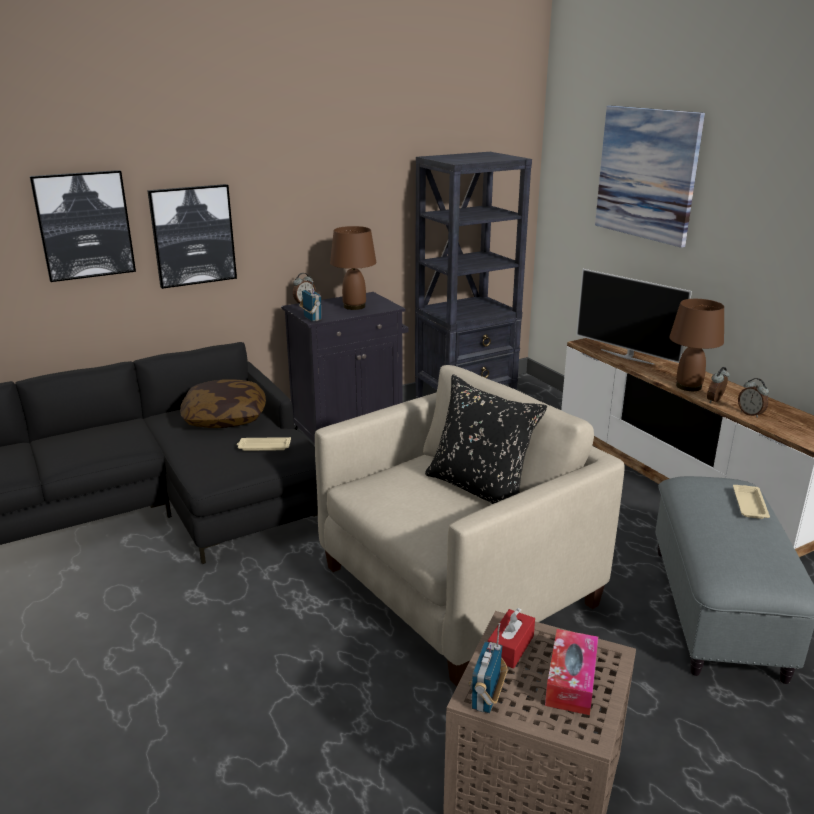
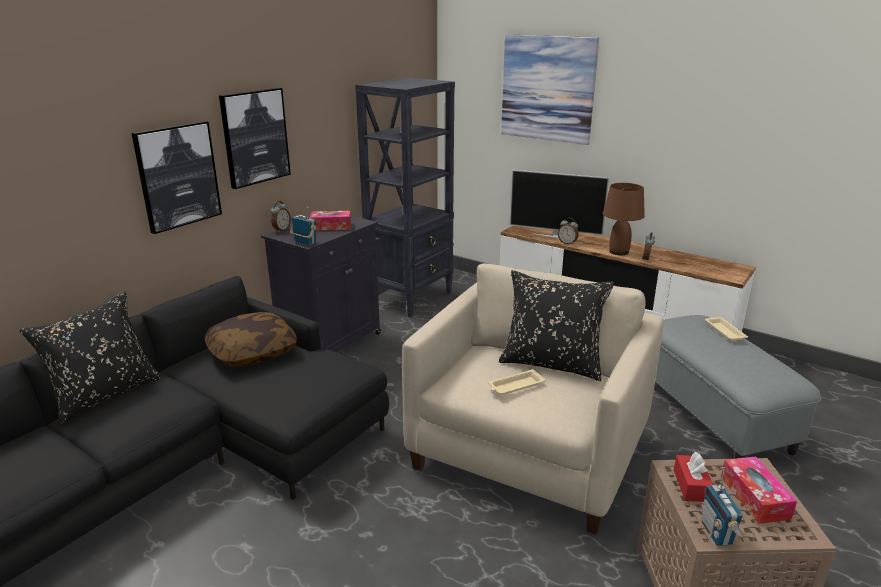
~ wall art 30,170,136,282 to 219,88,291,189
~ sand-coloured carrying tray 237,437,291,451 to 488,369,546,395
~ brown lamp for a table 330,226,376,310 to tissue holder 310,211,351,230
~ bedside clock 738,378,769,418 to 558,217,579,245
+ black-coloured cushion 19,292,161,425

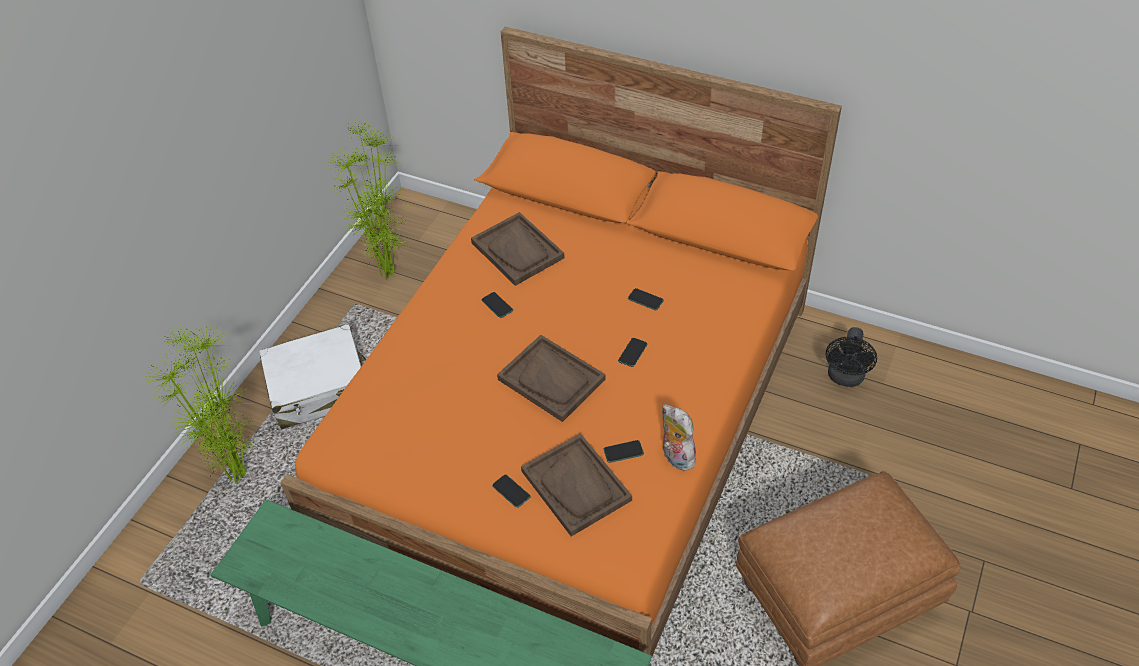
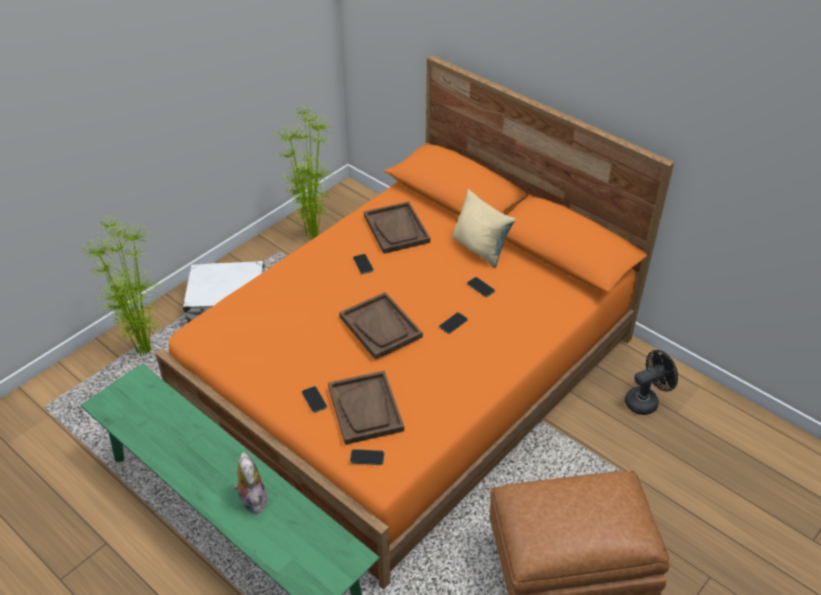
~ handset 604,440,644,463 to 350,449,384,465
~ cuddly toy 662,404,696,471 to 234,452,268,514
~ black-coloured fan 826,327,877,387 = 625,350,678,415 150 degrees counterclockwise
+ sand-coloured cushion 453,189,516,268

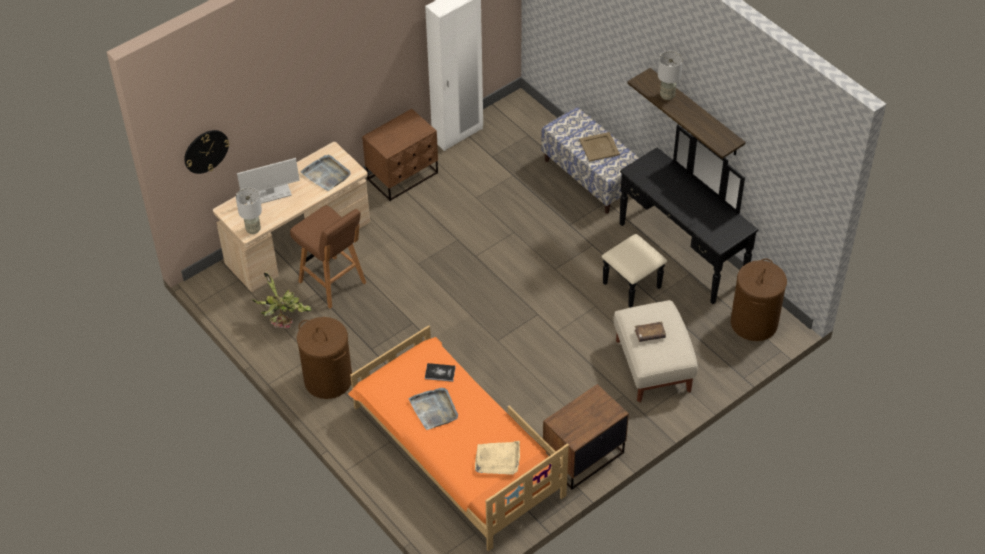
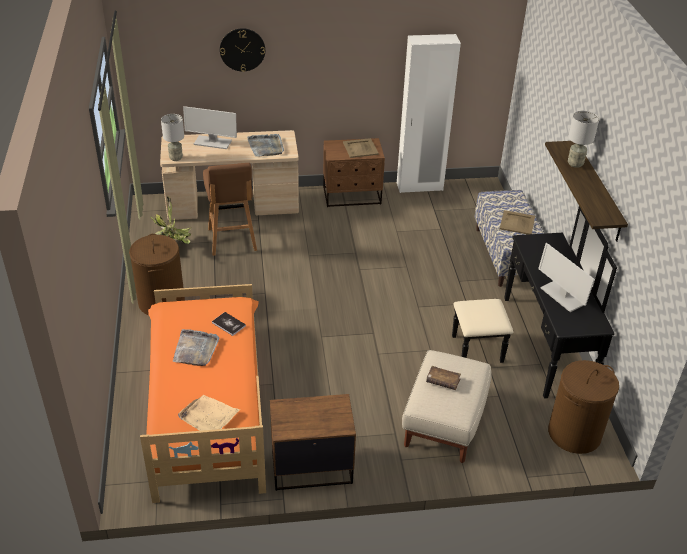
~ clock on the wall 184,130,229,174 to 220,28,265,72
+ sand-coloured carrying tray 343,138,379,158
+ computer screen 538,243,595,312

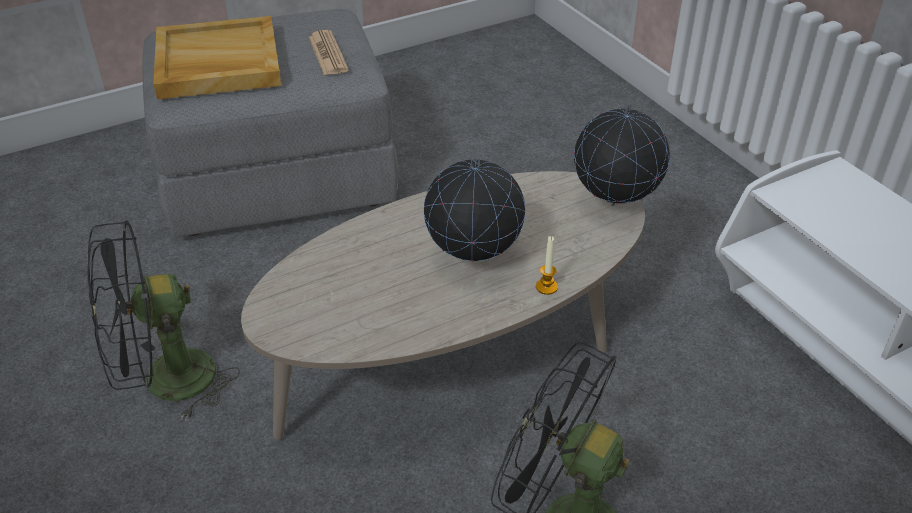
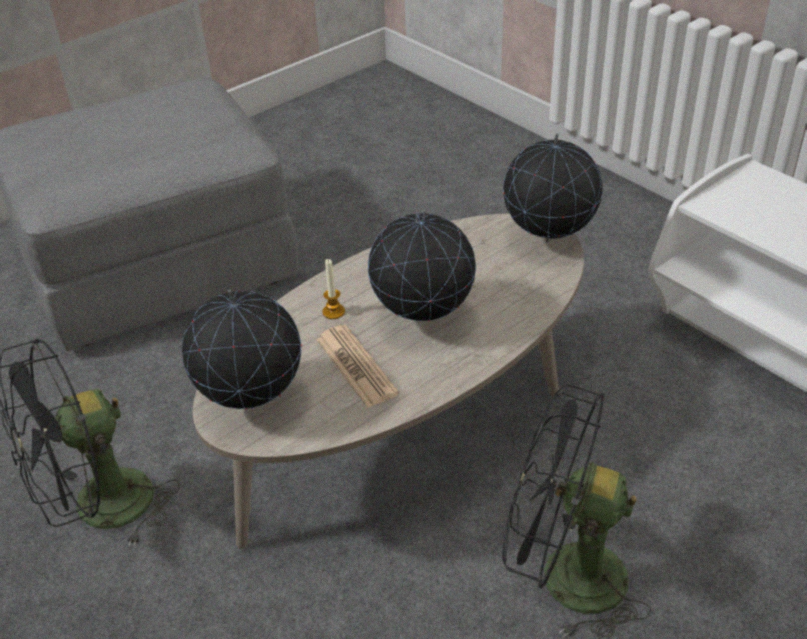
- sand-coloured carrying tray 153,16,281,99
~ printed paper 309,30,349,75 to 317,325,399,408
~ wax light 536,236,558,295 to 322,259,345,319
+ globe 182,290,302,409

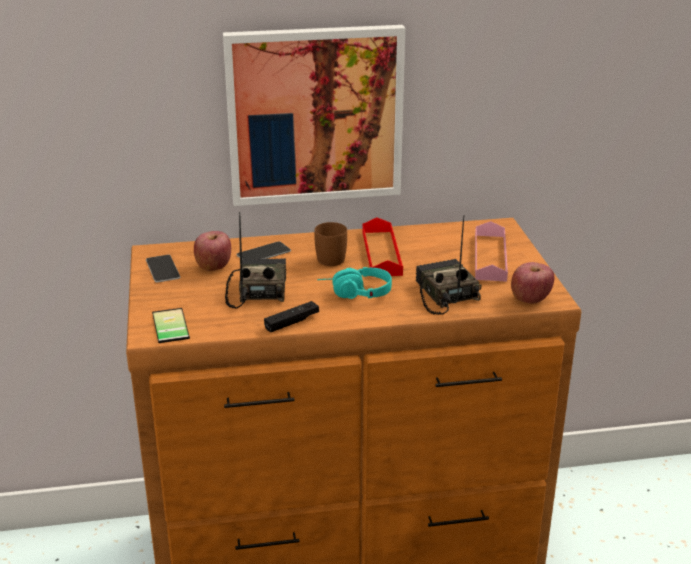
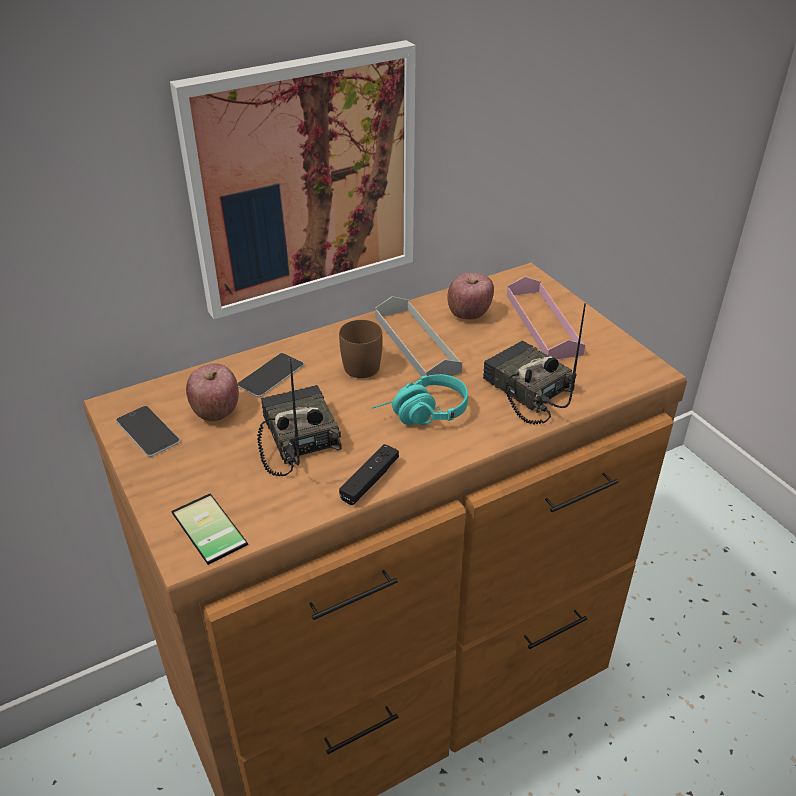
~ red-coloured carrying tray 362,217,403,277 to grey carrying tray 375,296,462,377
~ whole apple 511,262,554,304 to 447,273,494,320

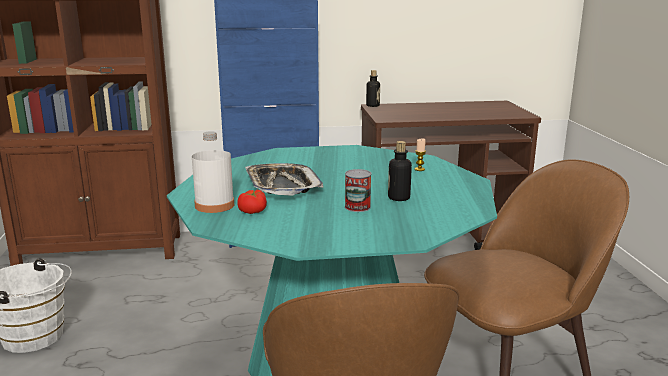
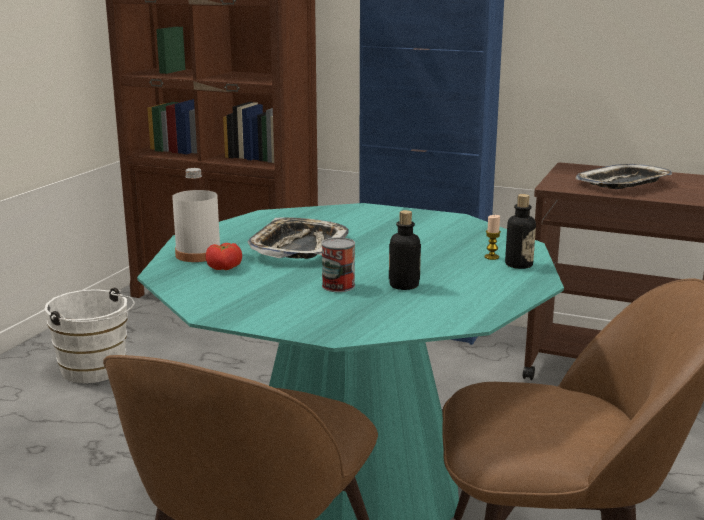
~ beverage bottle 366,70,380,107 to 505,194,536,269
+ carrying tray 576,164,672,189

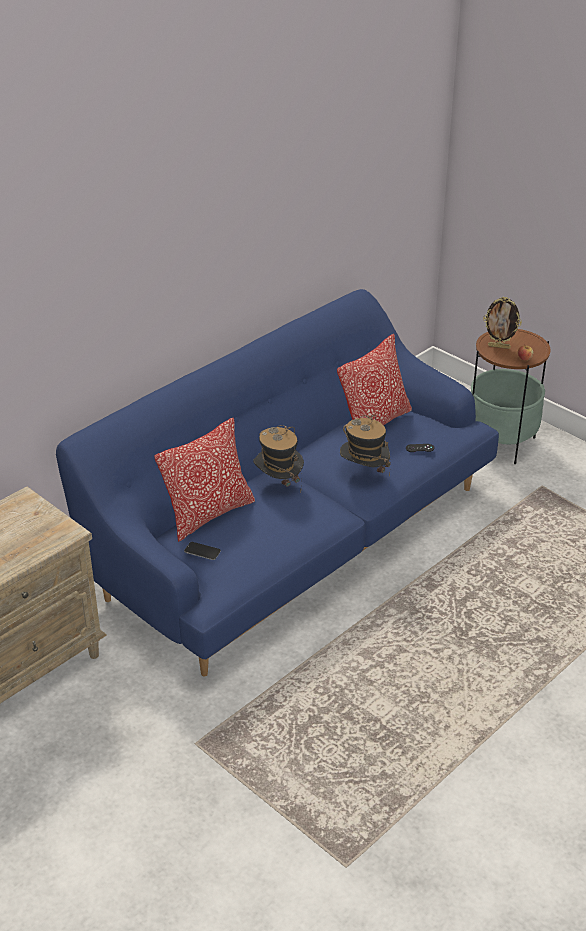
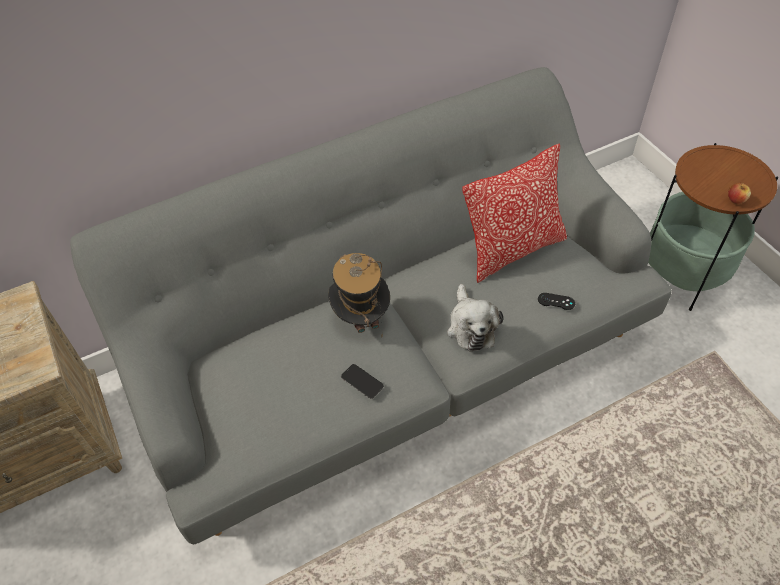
~ blue-coloured couch 56,289,499,677 to grey couch 70,67,672,544
- cushion 154,418,255,542
~ handset 184,542,221,560 to 341,364,384,399
~ hat 340,414,391,477 to cuddly toy 447,284,503,352
- standing frame 483,297,522,349

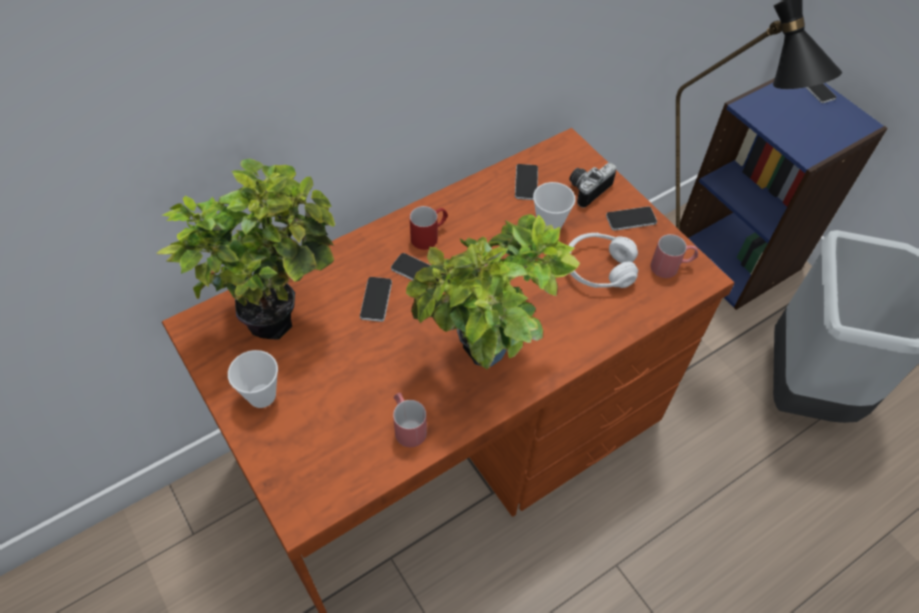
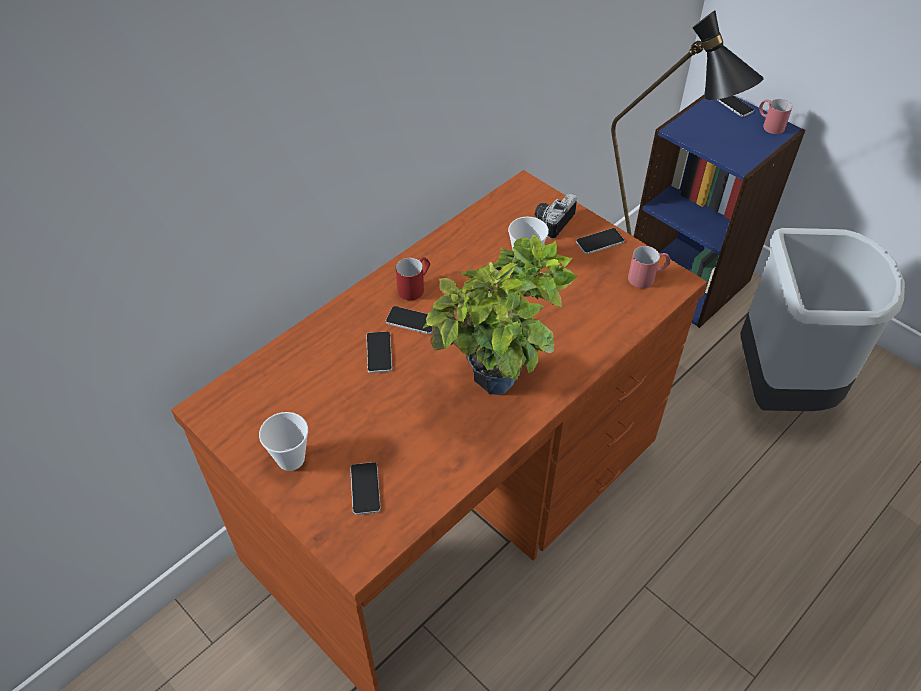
- potted plant 156,159,335,340
~ red-coloured coffee mug 393,393,427,447 to 759,99,792,134
~ handset 515,164,538,200 to 350,462,381,515
- white-coloured headset 568,232,638,288

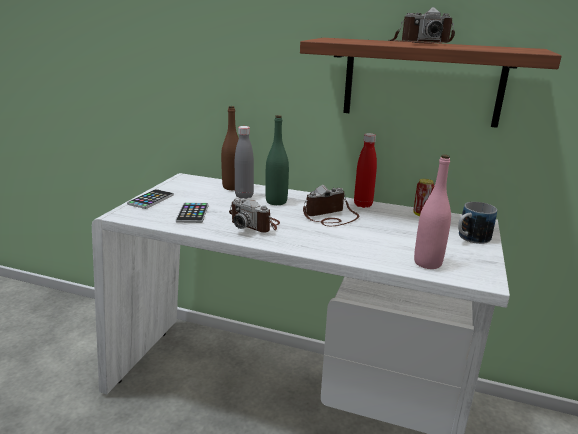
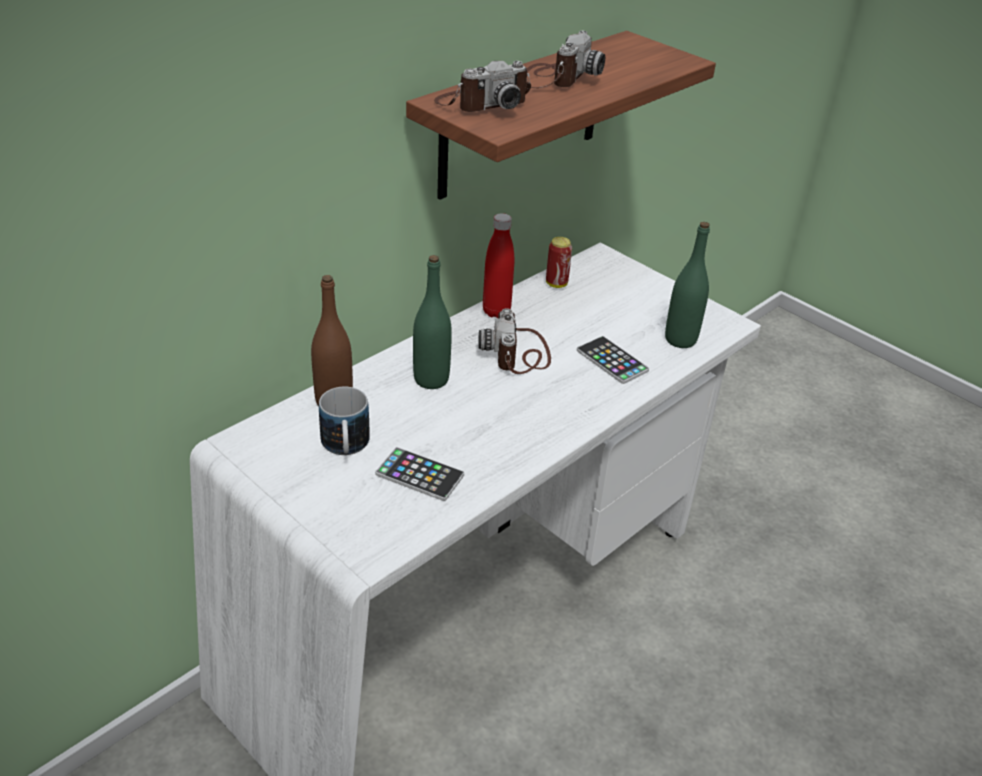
~ handset 127,189,174,209 to 577,336,649,384
~ still camera 229,198,280,233 to 434,61,531,112
- grey beverage bottle 235,126,254,199
~ pinkish beverage bottle 414,155,451,269 to green beverage bottle 665,222,710,348
~ coffee mug 458,202,497,244 to 319,387,370,455

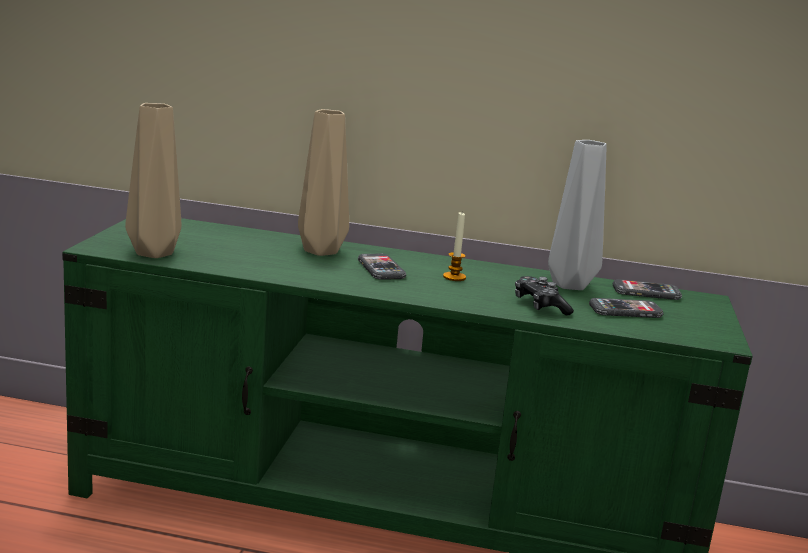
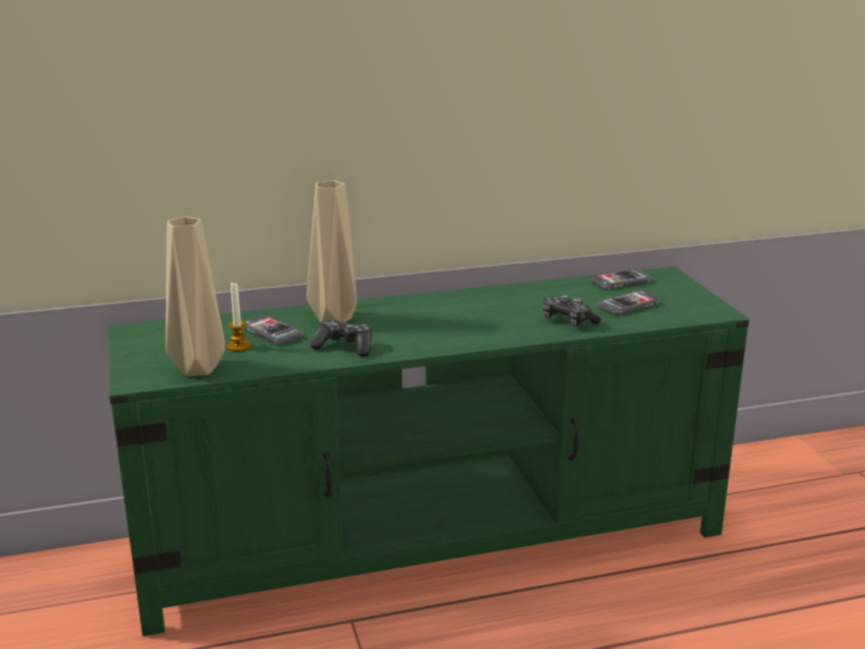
~ handset 358,254,406,280 to 242,315,303,345
~ wax light 443,212,466,281 to 227,283,251,351
- grey vase 548,140,606,290
+ game controller 310,320,372,356

